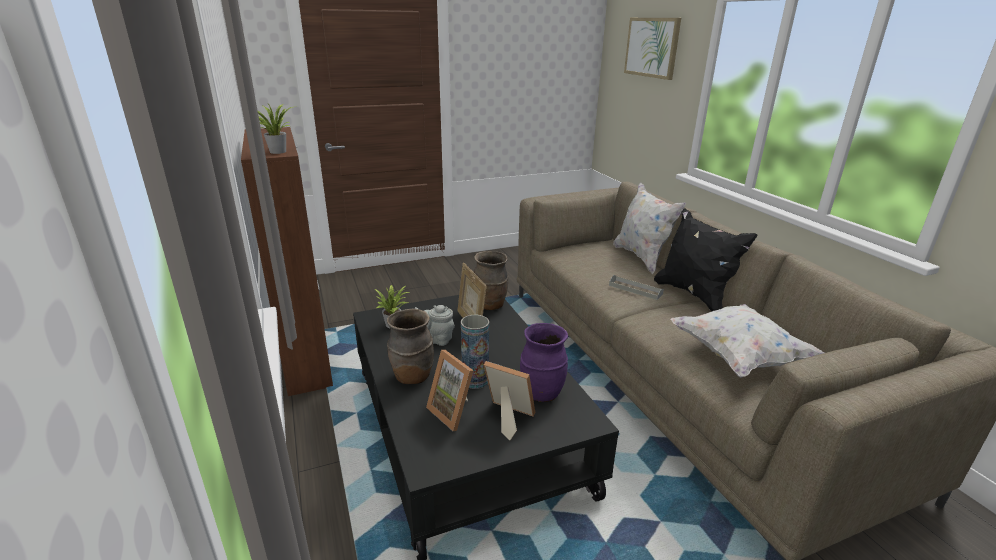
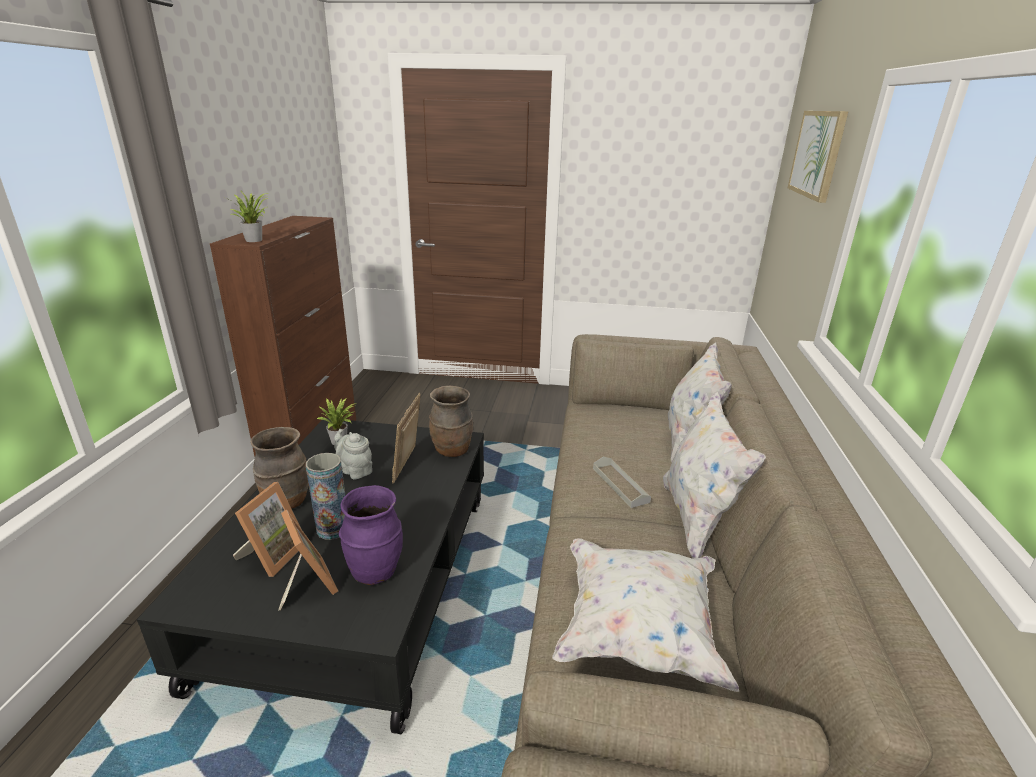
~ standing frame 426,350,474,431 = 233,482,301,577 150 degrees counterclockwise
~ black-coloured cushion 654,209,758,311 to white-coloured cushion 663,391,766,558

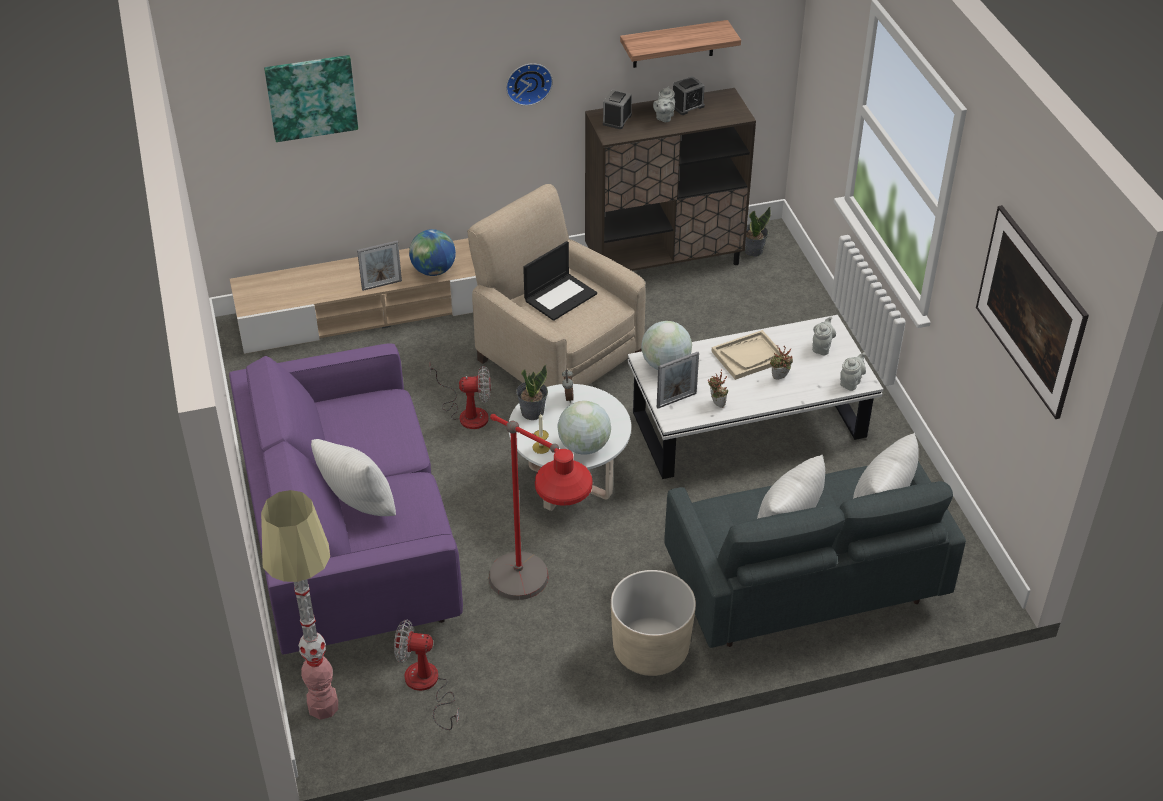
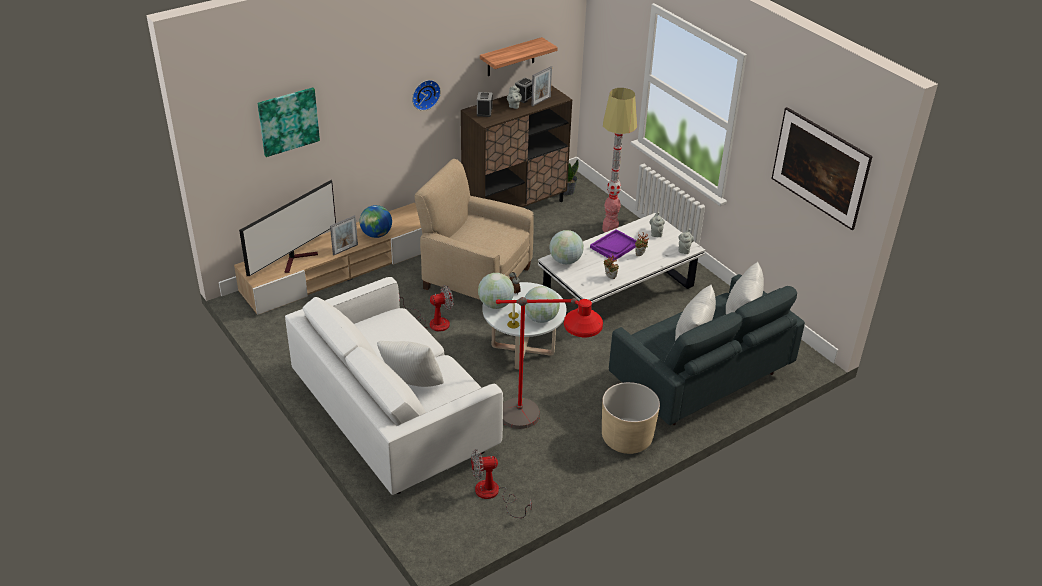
~ purplish couch 229,343,463,655 to white-coloured couch 285,277,503,495
~ floor lamp 261,490,338,720 to 602,88,637,232
~ potted plant 516,365,548,420 to globe 478,273,514,309
- laptop 523,241,597,321
~ standing frame 657,352,699,409 to 531,66,552,107
~ sand-coloured carrying tray 711,330,785,380 to purplish carrying tray 590,229,637,261
+ TV 239,180,336,276

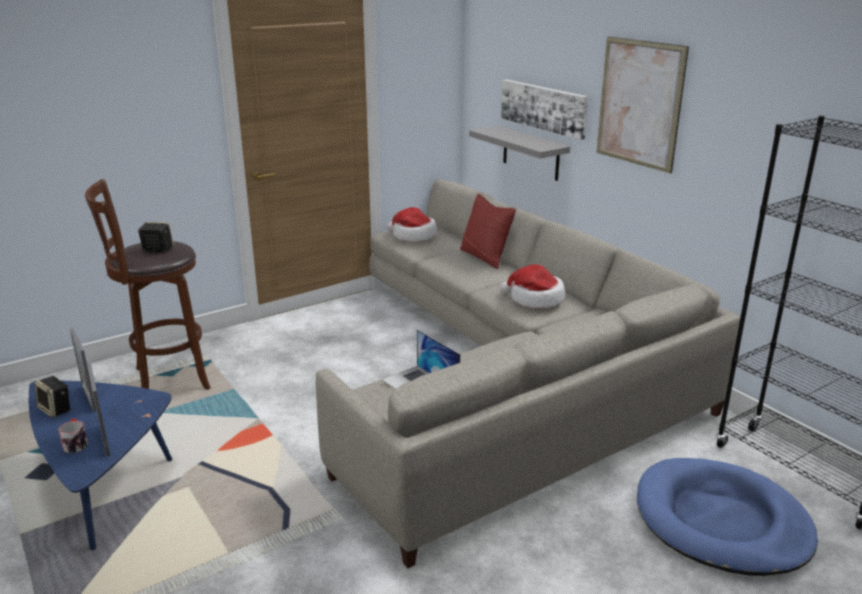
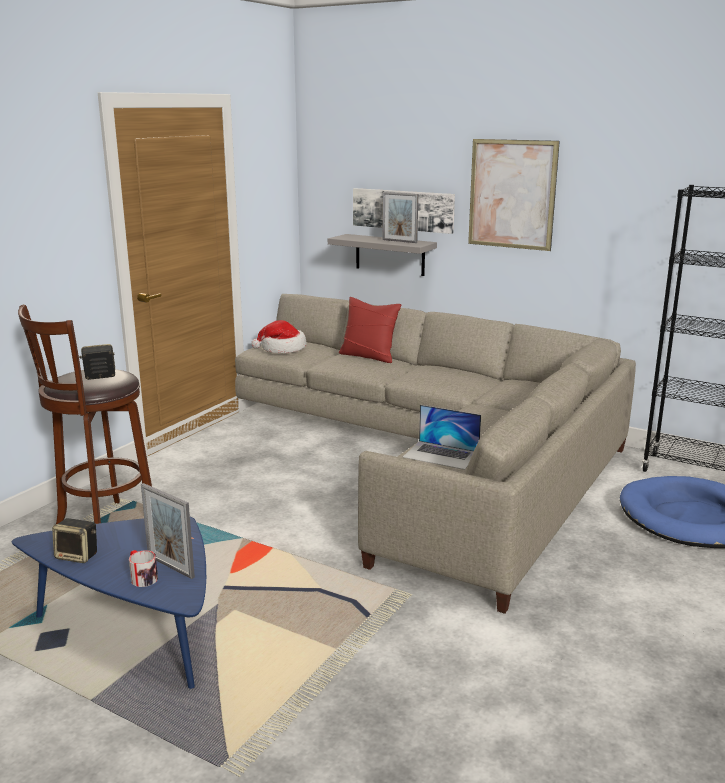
~ standing frame 70,328,97,412 to 382,192,418,243
- hat 500,264,565,308

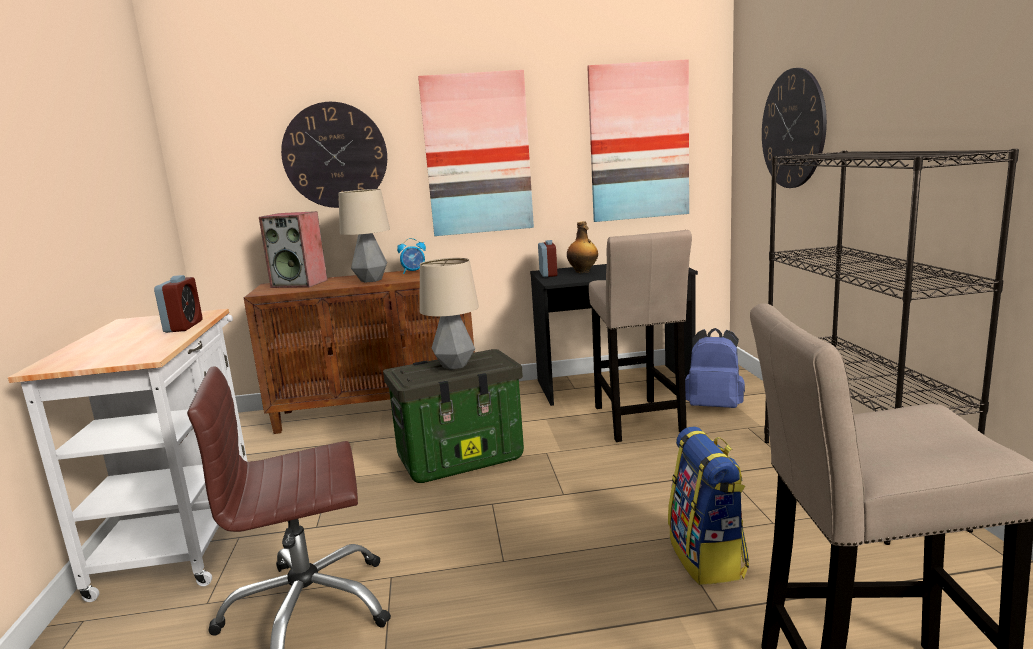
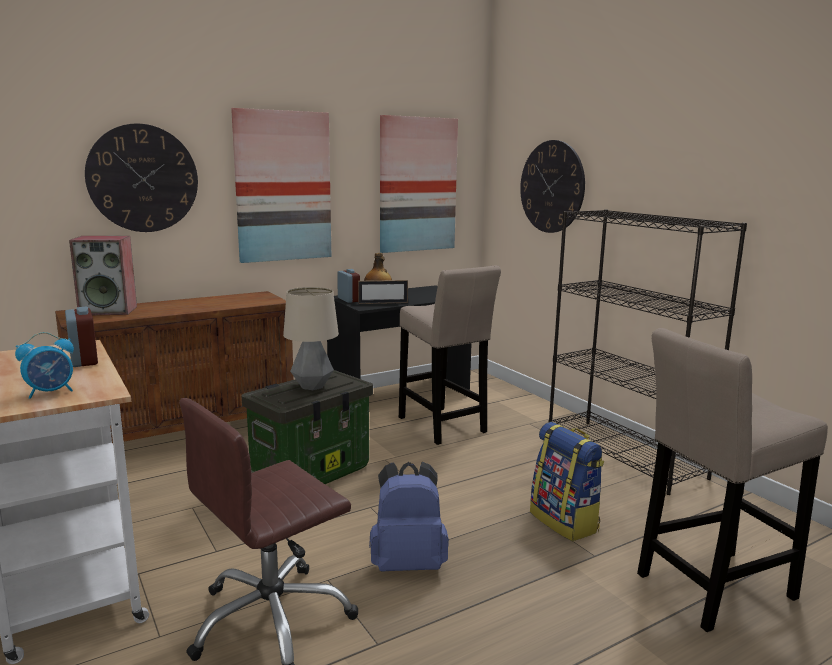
- lamp for a table 339,189,390,283
~ bedside clock 397,238,426,274 to 15,332,74,399
~ blue-coloured backpack 685,328,745,408 to 369,462,449,572
+ standing frame 358,280,408,304

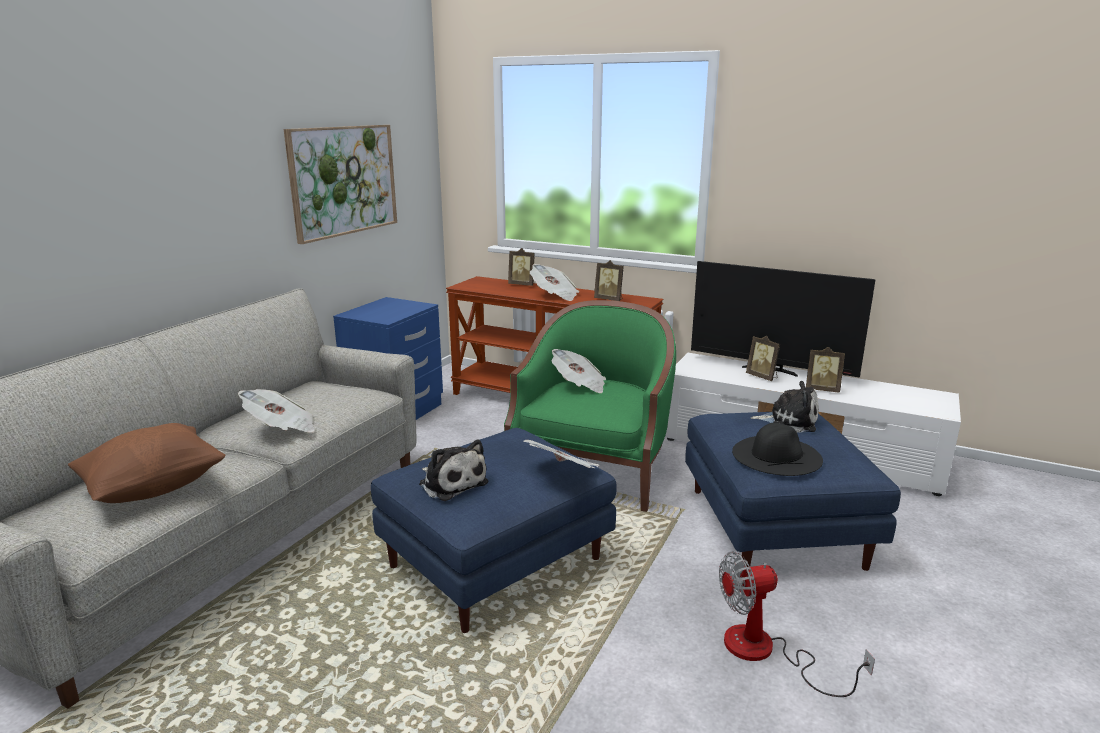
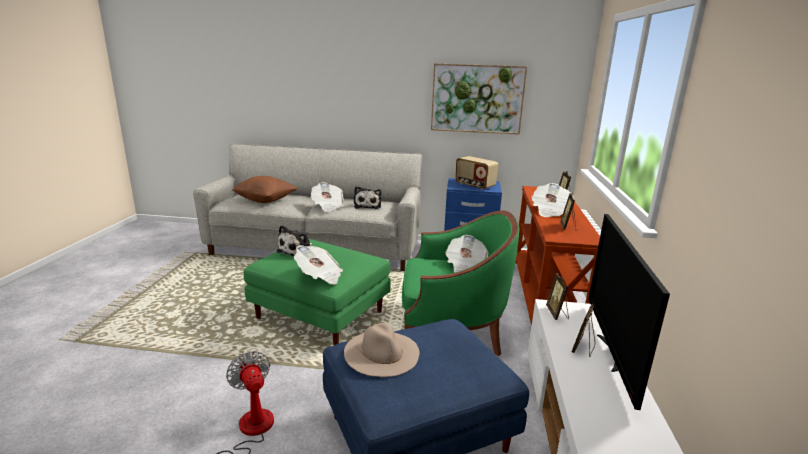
~ blue-coloured footrest 371,428,616,633 to green footrest 244,239,391,345
~ black-coloured hat 732,423,823,476 to sand-coloured hat 344,323,420,377
~ cuddly toy 751,381,819,433 to 354,186,381,209
~ standing frame 806,347,845,393 to 546,273,569,320
+ radio 455,156,498,190

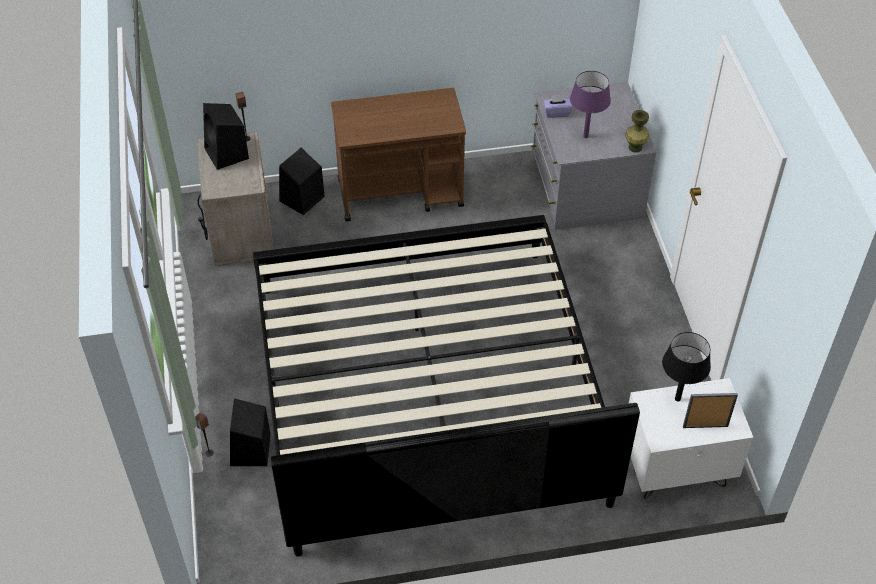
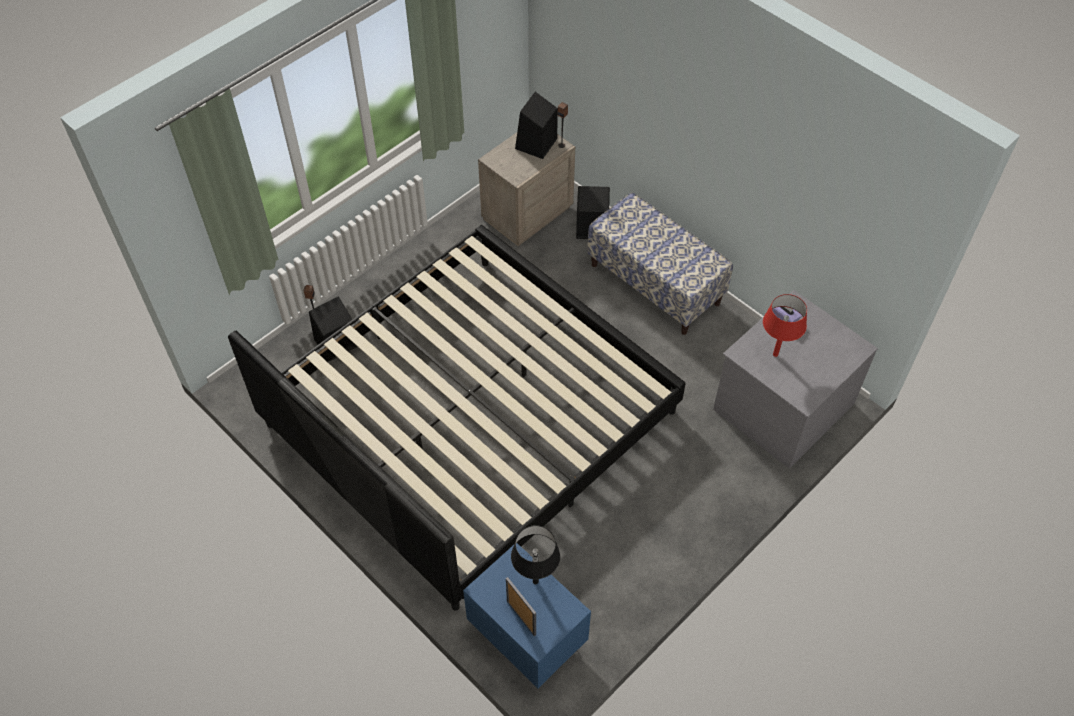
~ brown wheeled cart 331,88,466,222 to bench 587,193,733,335
~ purplish lamp for a table 570,71,611,138 to red-coloured lamp for a table 763,294,807,357
- green vase 625,110,649,153
~ white-coloured night table 629,378,753,499 to blue-coloured night table 463,543,591,688

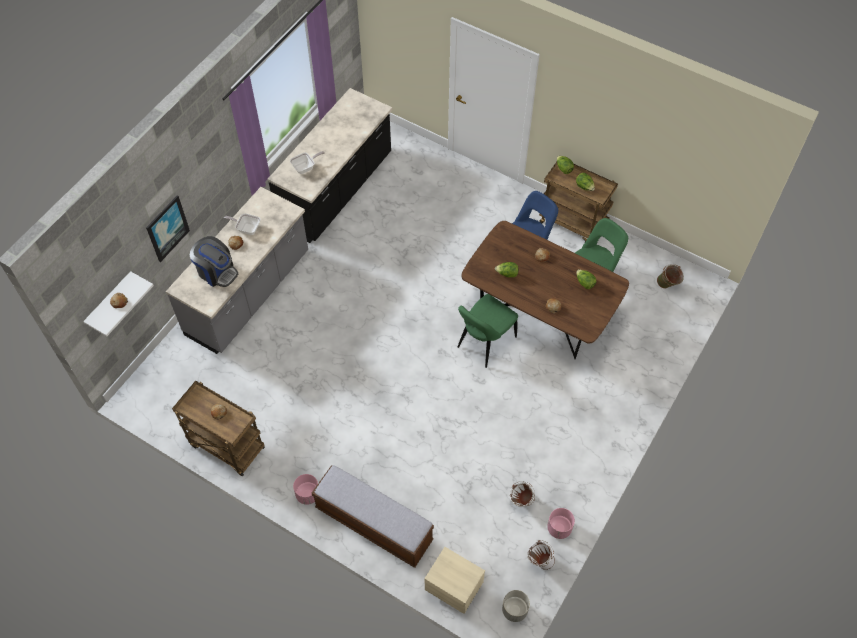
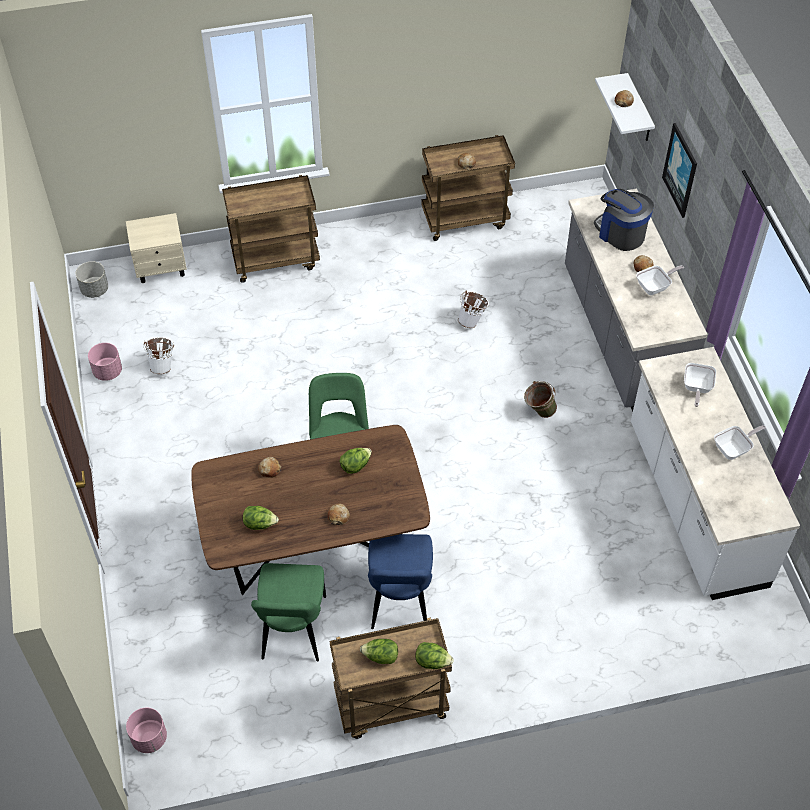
~ coffee brewer 190,236,238,287 = 594,189,654,251 60 degrees clockwise
~ black-coloured kitchen base unit 268,88,392,243 to white-coloured kitchen base unit 631,347,800,600
~ pinkish planter 293,474,318,505 to 126,708,167,753
~ bench 312,465,434,568 to brown wheeled cart 222,175,320,283
~ white-coloured bucket 527,540,555,570 to 458,290,489,328
~ green bucket 657,264,684,289 to 524,381,557,418
+ skillet 714,425,766,460

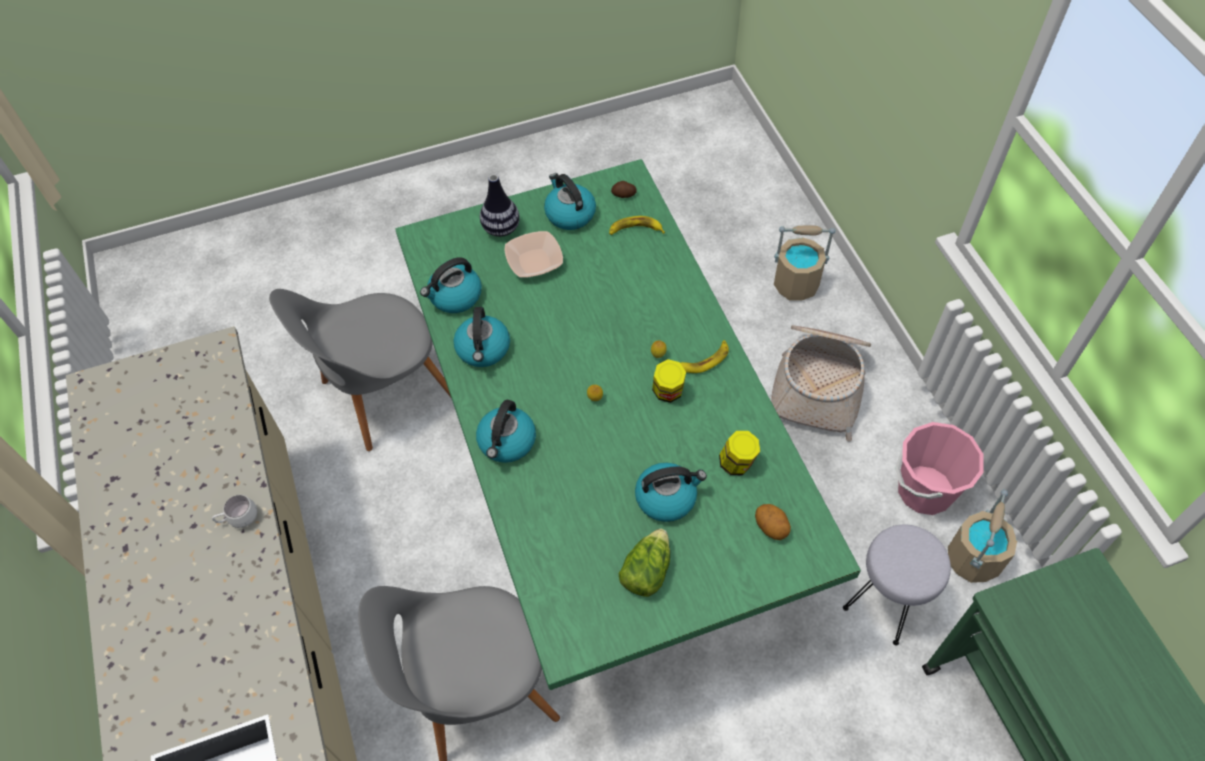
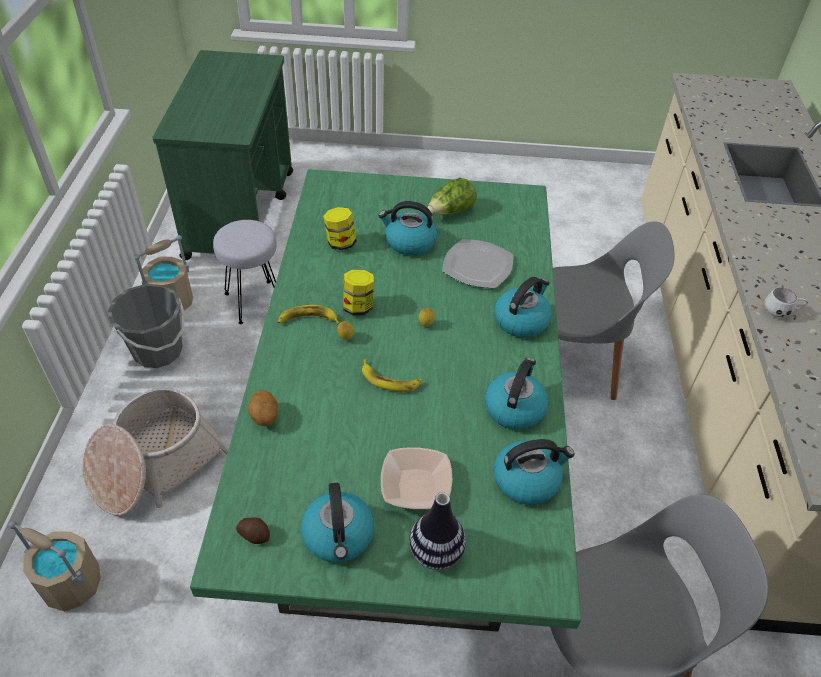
~ banana 609,216,665,235 to 362,359,422,392
~ whole potato 755,504,791,540 to 248,390,278,426
~ pinkish bucket 895,422,984,515 to grey bucket 107,284,184,368
+ plate 442,239,514,289

